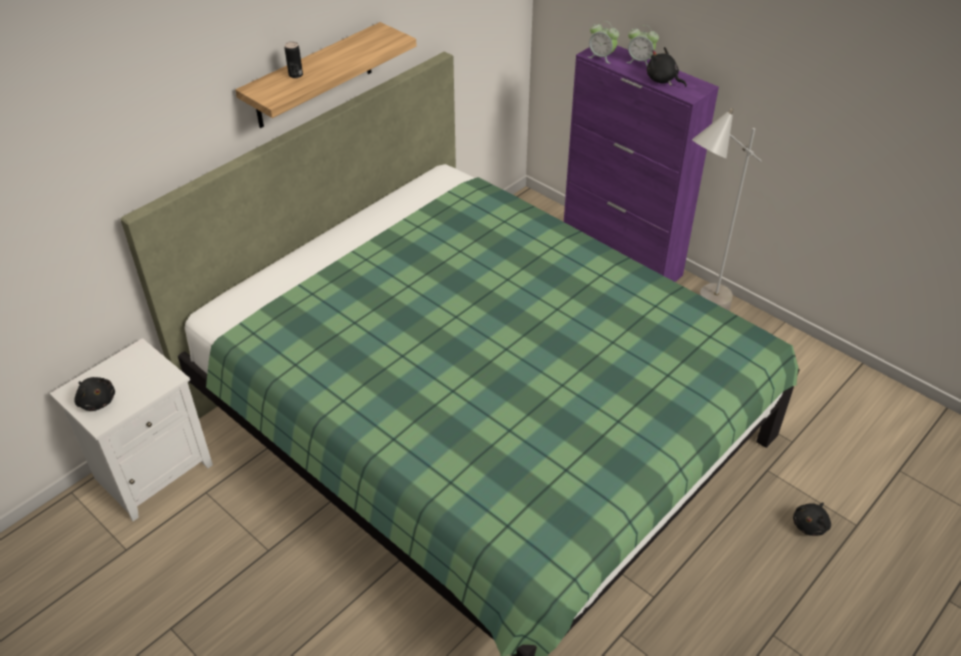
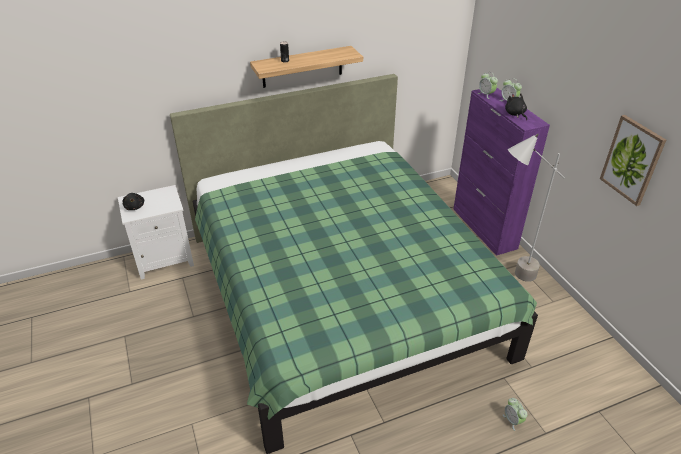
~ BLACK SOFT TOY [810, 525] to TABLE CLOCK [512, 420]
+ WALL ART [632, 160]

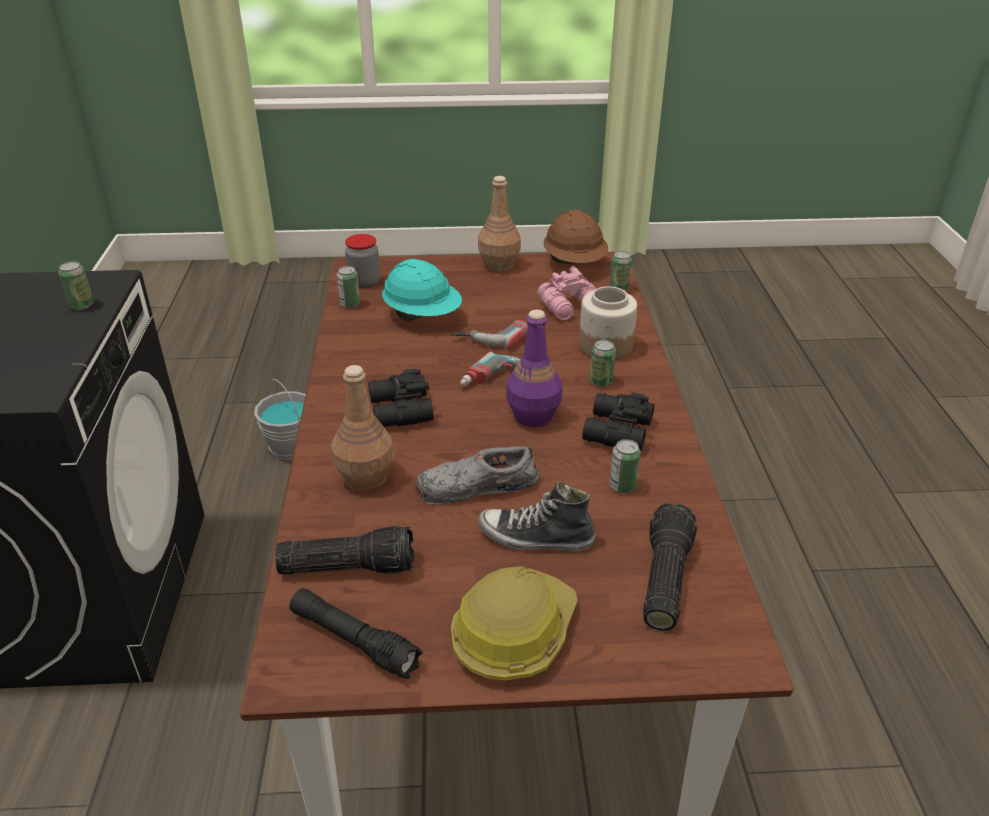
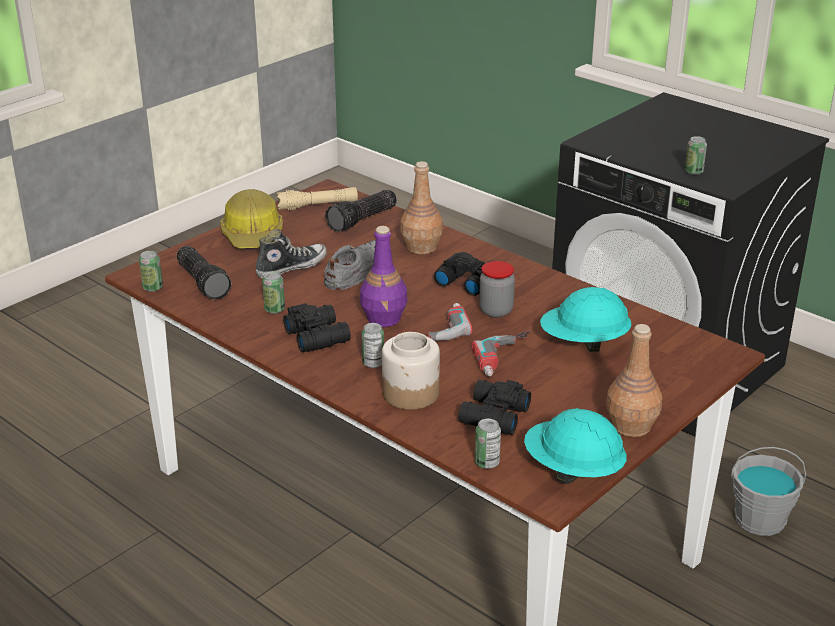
~ METAL CAN [350, 304] to [152, 288]
~ BLACK FLASHLIGHT [354, 641] to SAND-COLOURED FLASHLIGHT [318, 206]
~ PINK-COLOURED PAIR OF BINOCULARS [572, 307] to BLACK PAIR OF BINOCULARS [492, 416]
~ STORAGE JAR [364, 282] to [496, 311]
~ BROWN HARD HAT [575, 264] to BLUE-GREEN HARD HAT [572, 470]

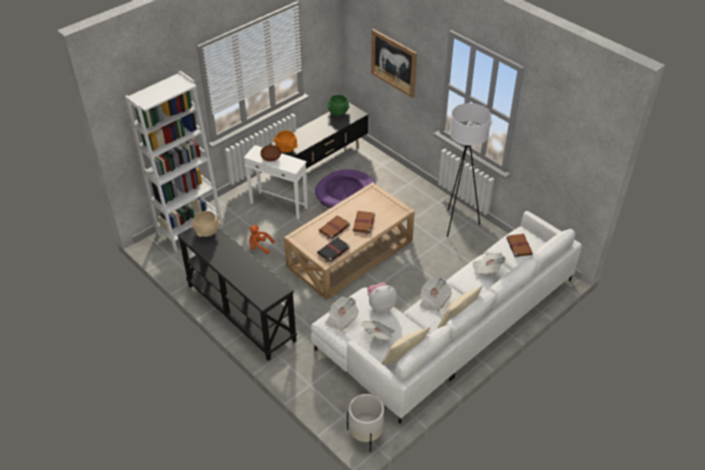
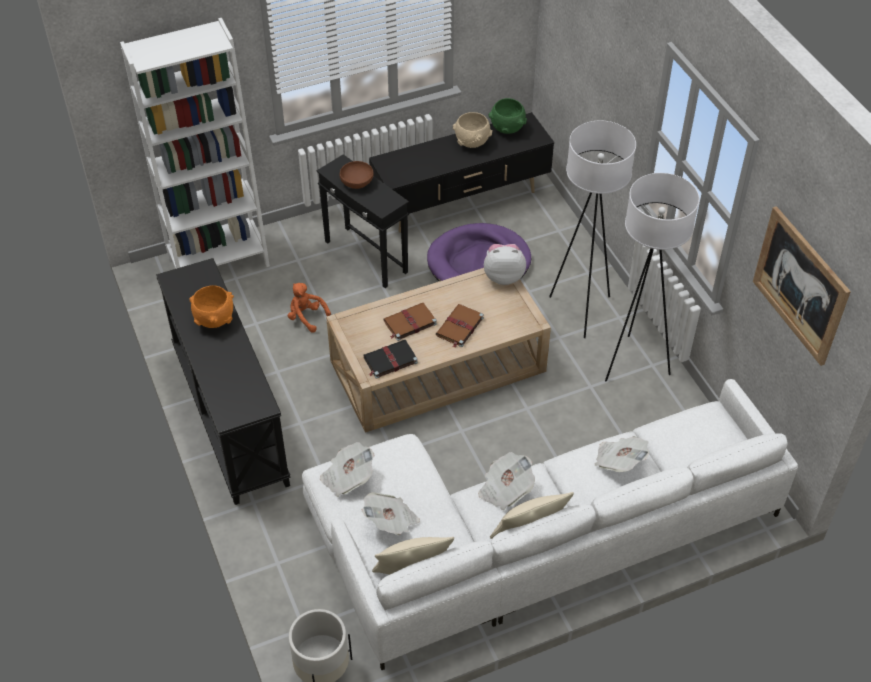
~ ORANGE SERVING BOWL [286, 149] to [214, 319]
~ WHITISH ACCENT TABLE [278, 205] to BLACK ACCENT TABLE [366, 257]
~ SAND-COLOURED SERVING BOWL [207, 232] to [472, 142]
~ SOFT TOY [381, 305] to [503, 276]
+ WHITISH STANDARD LAMP [581, 311]
~ WALL ART [393, 63] to [800, 285]
- BROWN BOUND BOOK [518, 246]

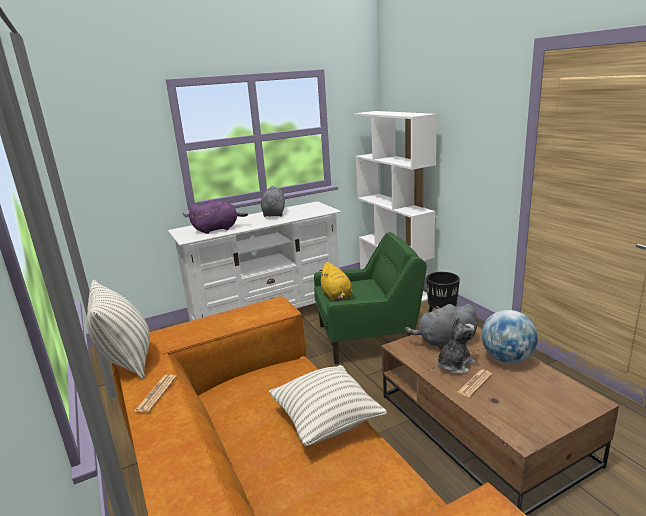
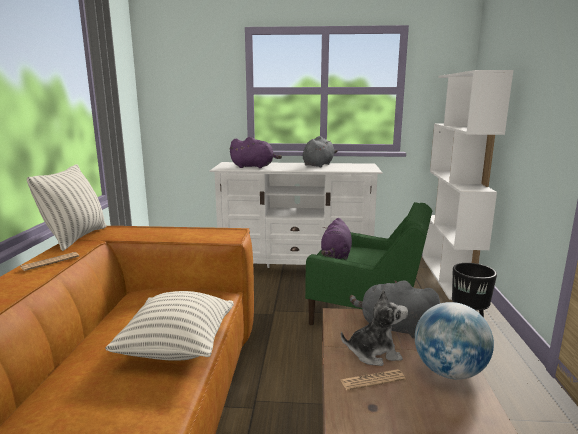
~ YELLOWISH SOFT TOY [337, 296] to PURPLE SOFT TOY [336, 255]

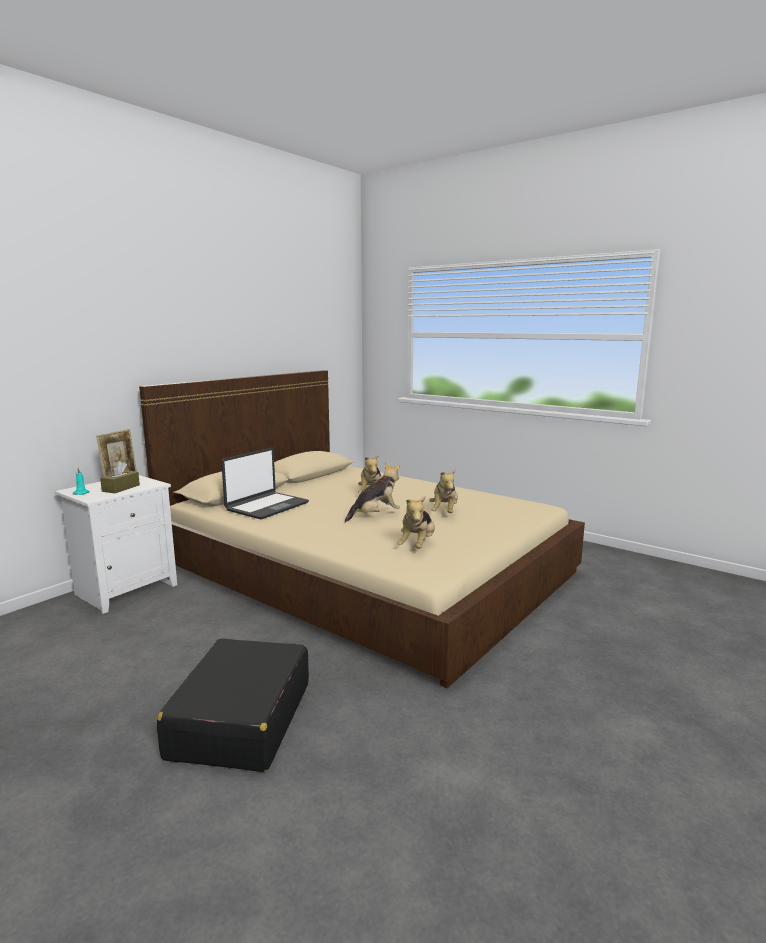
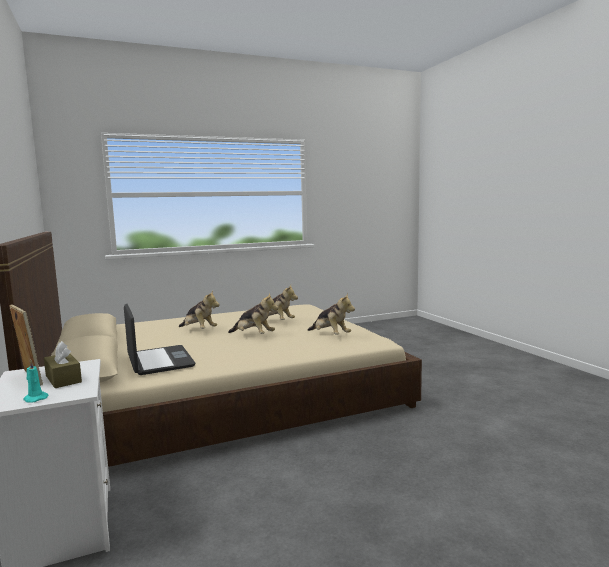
~ SOFT TOY [375, 515] = [253, 335] 120 degrees clockwise
- BLACK TRAVEL CASE [241, 720]

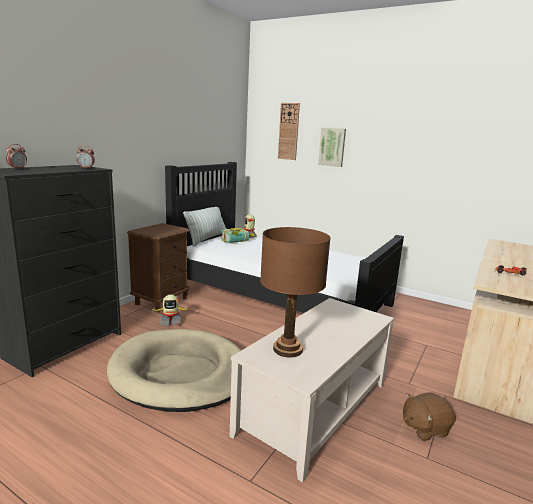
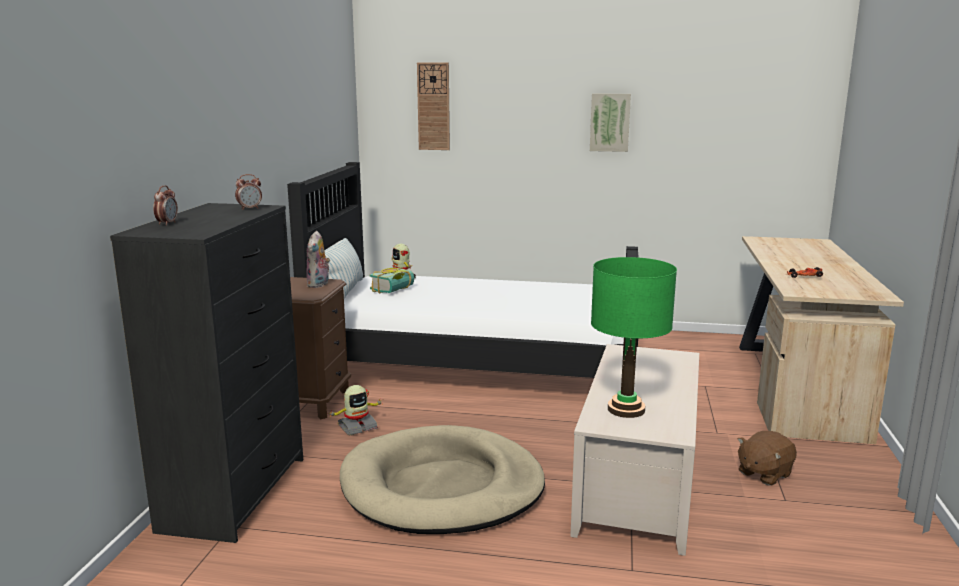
+ SOFT TOY [319, 284]
~ WALL ART [332, 147] to [610, 122]
~ BROWN LAMP FOR A TABLE [288, 349] to GREEN LAMP FOR A TABLE [626, 409]

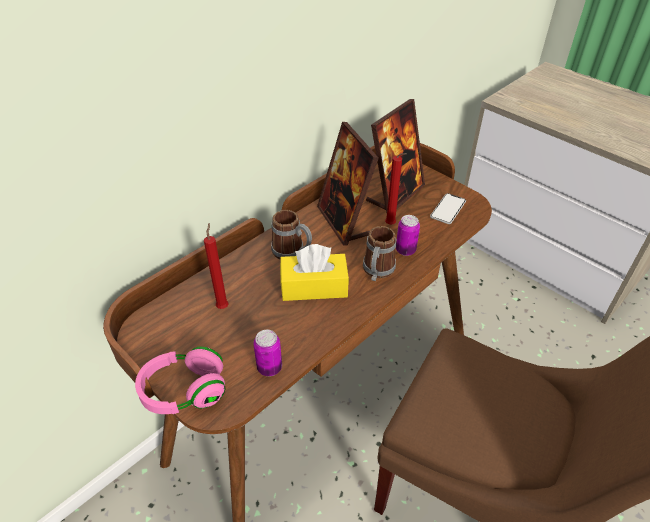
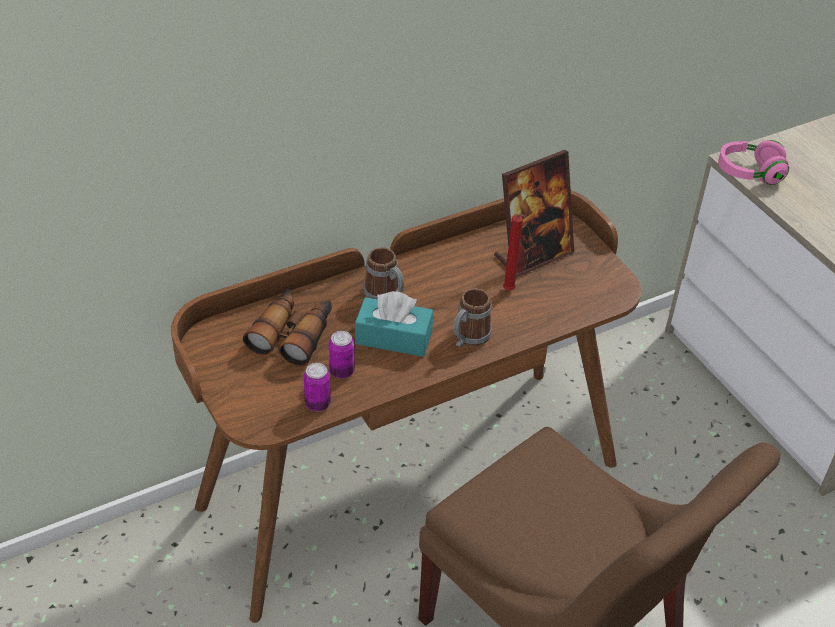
~ RED-COLOURED WAX LIGHT [223, 306] to PAIR OF BINOCULARS [293, 334]
~ METAL CAN [405, 250] to [342, 371]
~ YELLOWISH BOX OF TISSUES [314, 286] to BLUE-GREEN BOX OF TISSUES [393, 337]
~ PINK-COLOURED HEADPHONES [184, 391] to [749, 173]
- STANDING FRAME [344, 222]
- TELEPHONE [448, 209]

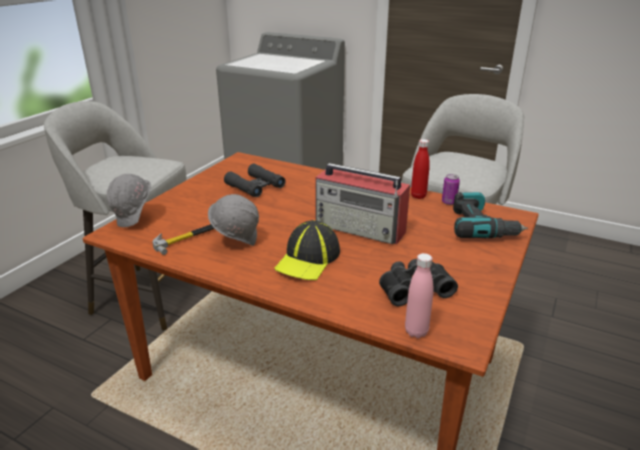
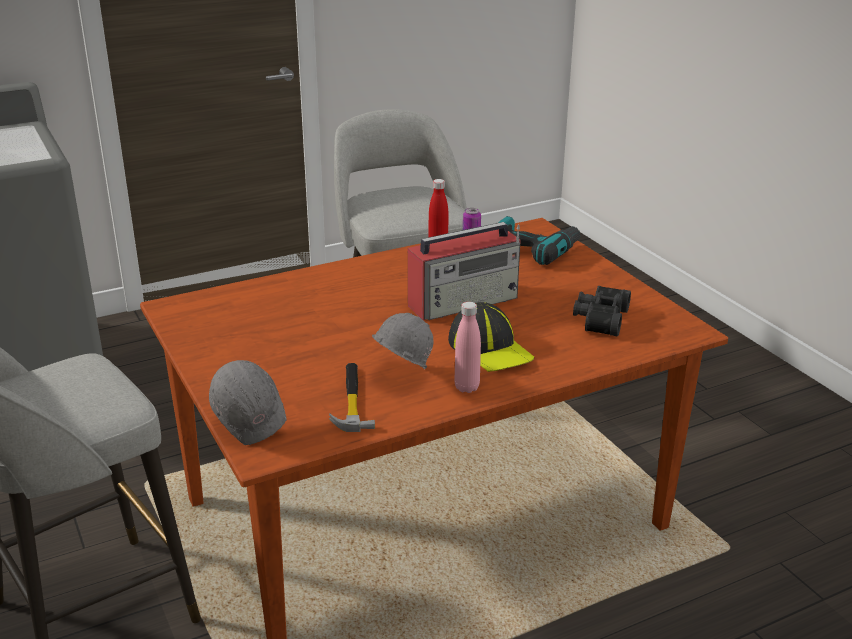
~ PINK-COLOURED BEVERAGE BOTTLE [416, 331] to [466, 387]
- BLACK PAIR OF BINOCULARS [255, 186]

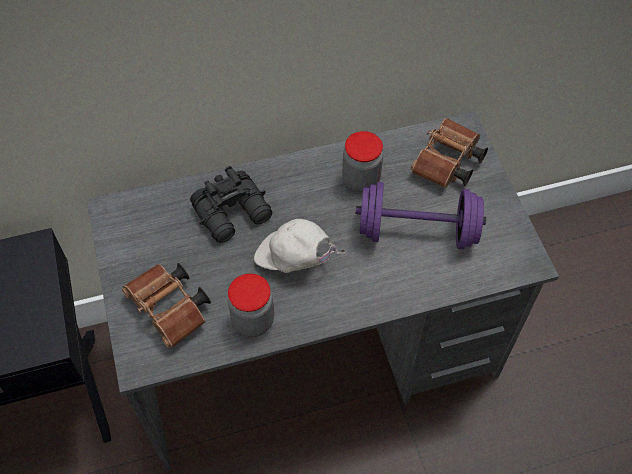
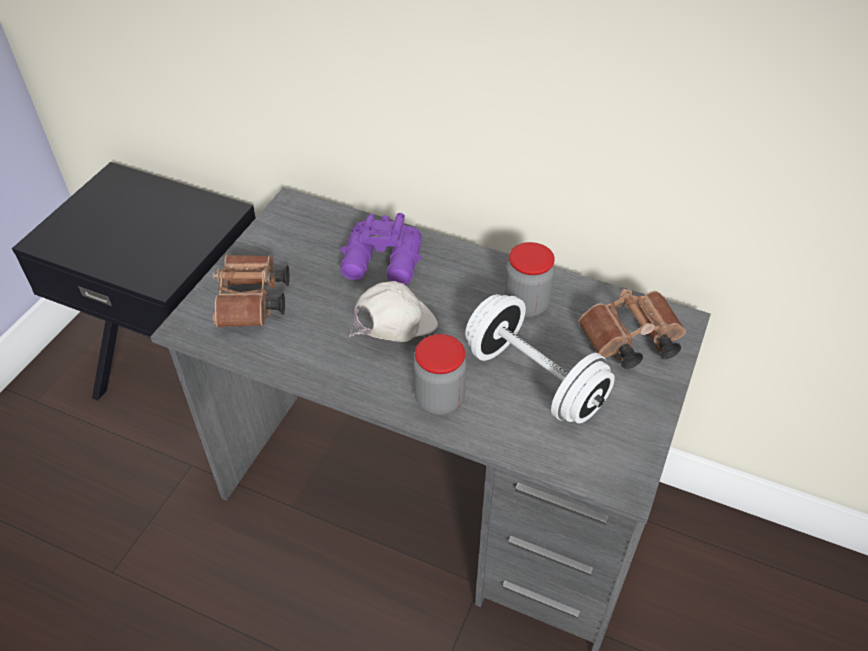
~ BLACK PAIR OF BINOCULARS [234, 213] to PURPLE PAIR OF BINOCULARS [383, 264]
~ WHITISH BASEBALL CAP [294, 260] = [393, 330] 75 degrees clockwise
~ STORAGE JAR [253, 320] to [439, 399]
~ PURPLE DUMBBELL [417, 231] to WHITISH DUMBBELL [534, 380]

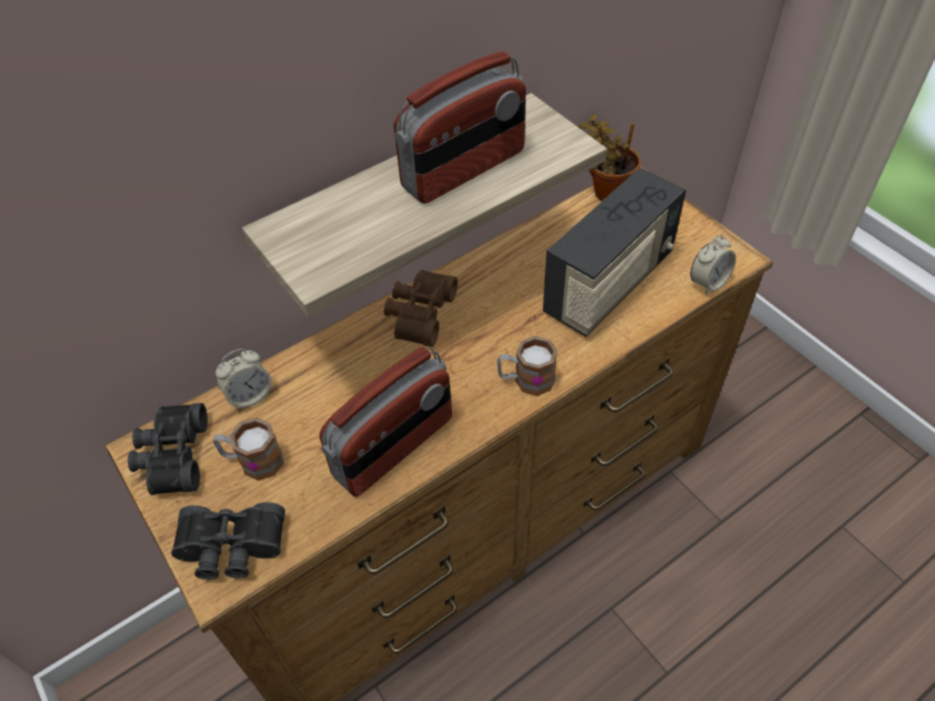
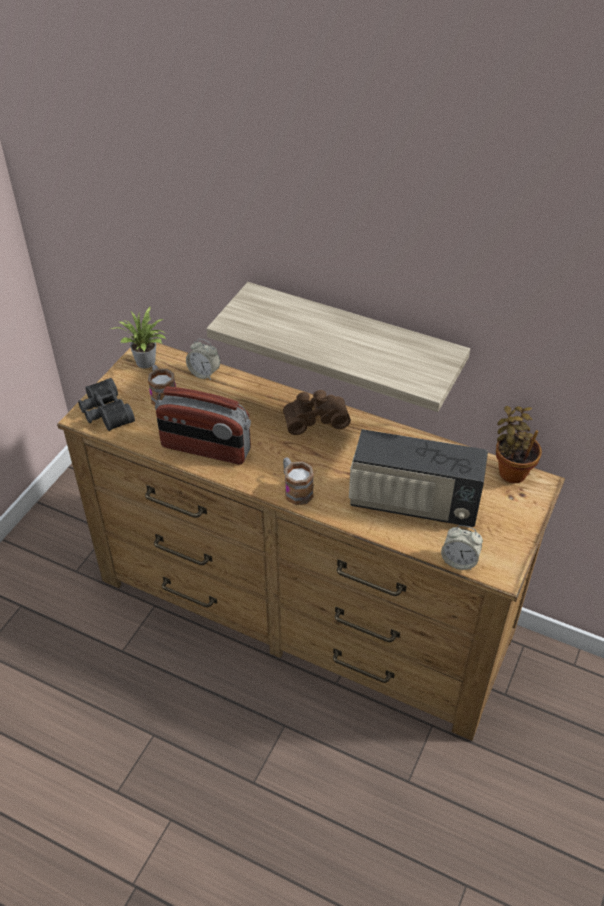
~ BLACK PAIR OF BINOCULARS [171, 456] to PLANT IN A POT [147, 363]
- RADIO RECEIVER [464, 170]

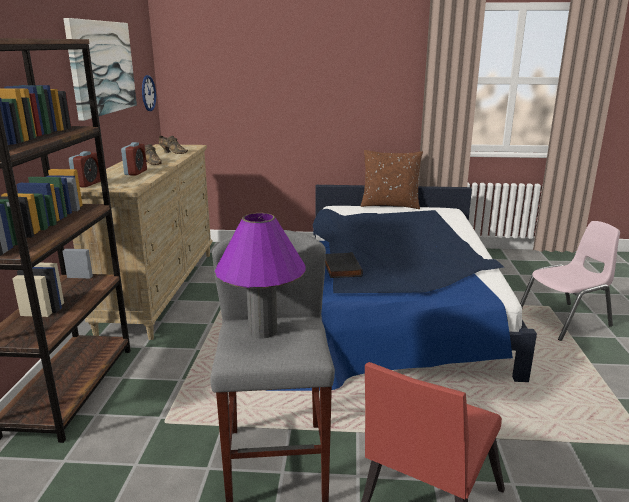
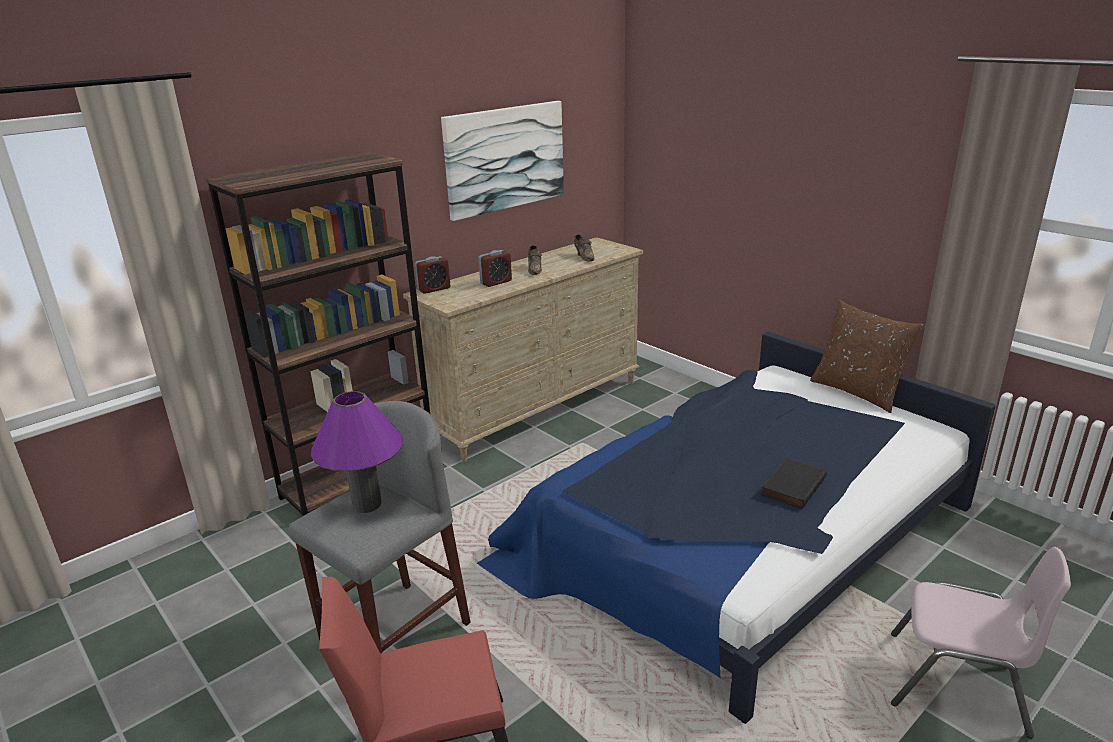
~ BLACK BOUND BOOK [340, 268] to [792, 486]
- HANGING CLOCK [148, 93]

